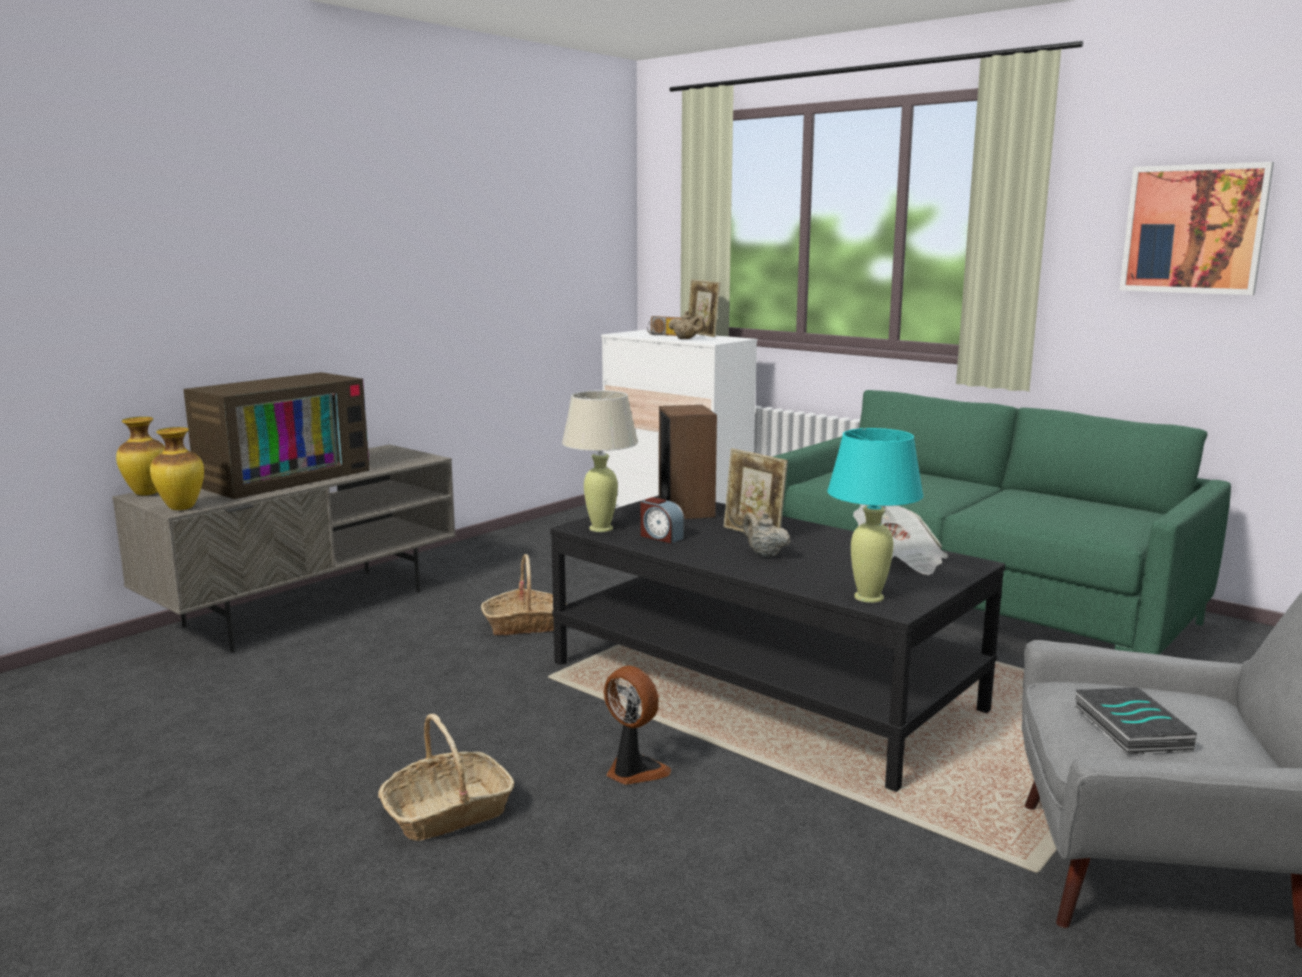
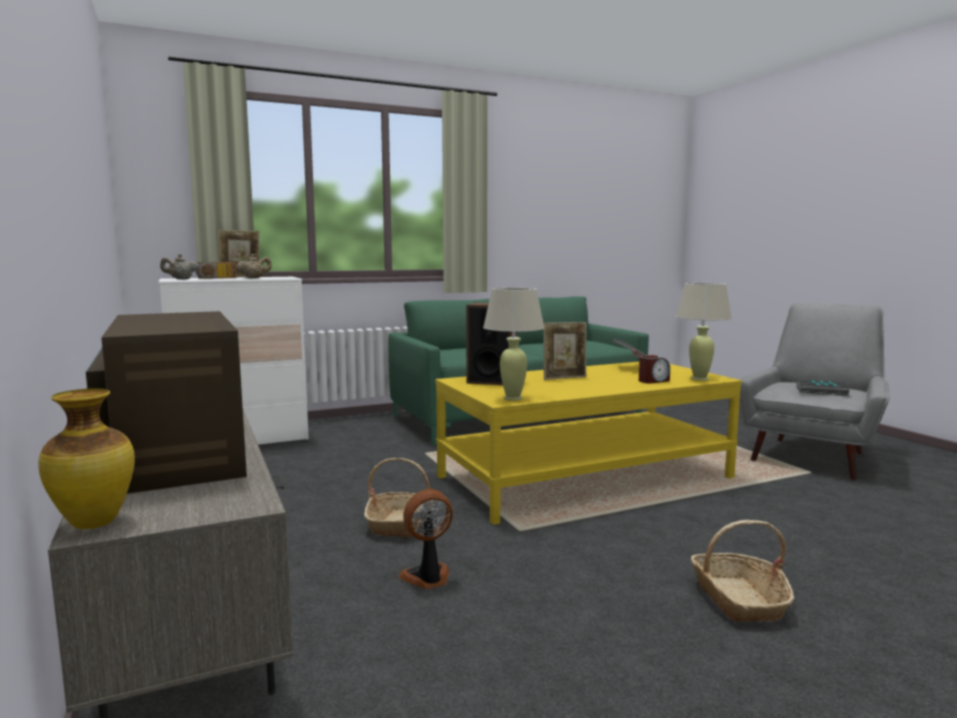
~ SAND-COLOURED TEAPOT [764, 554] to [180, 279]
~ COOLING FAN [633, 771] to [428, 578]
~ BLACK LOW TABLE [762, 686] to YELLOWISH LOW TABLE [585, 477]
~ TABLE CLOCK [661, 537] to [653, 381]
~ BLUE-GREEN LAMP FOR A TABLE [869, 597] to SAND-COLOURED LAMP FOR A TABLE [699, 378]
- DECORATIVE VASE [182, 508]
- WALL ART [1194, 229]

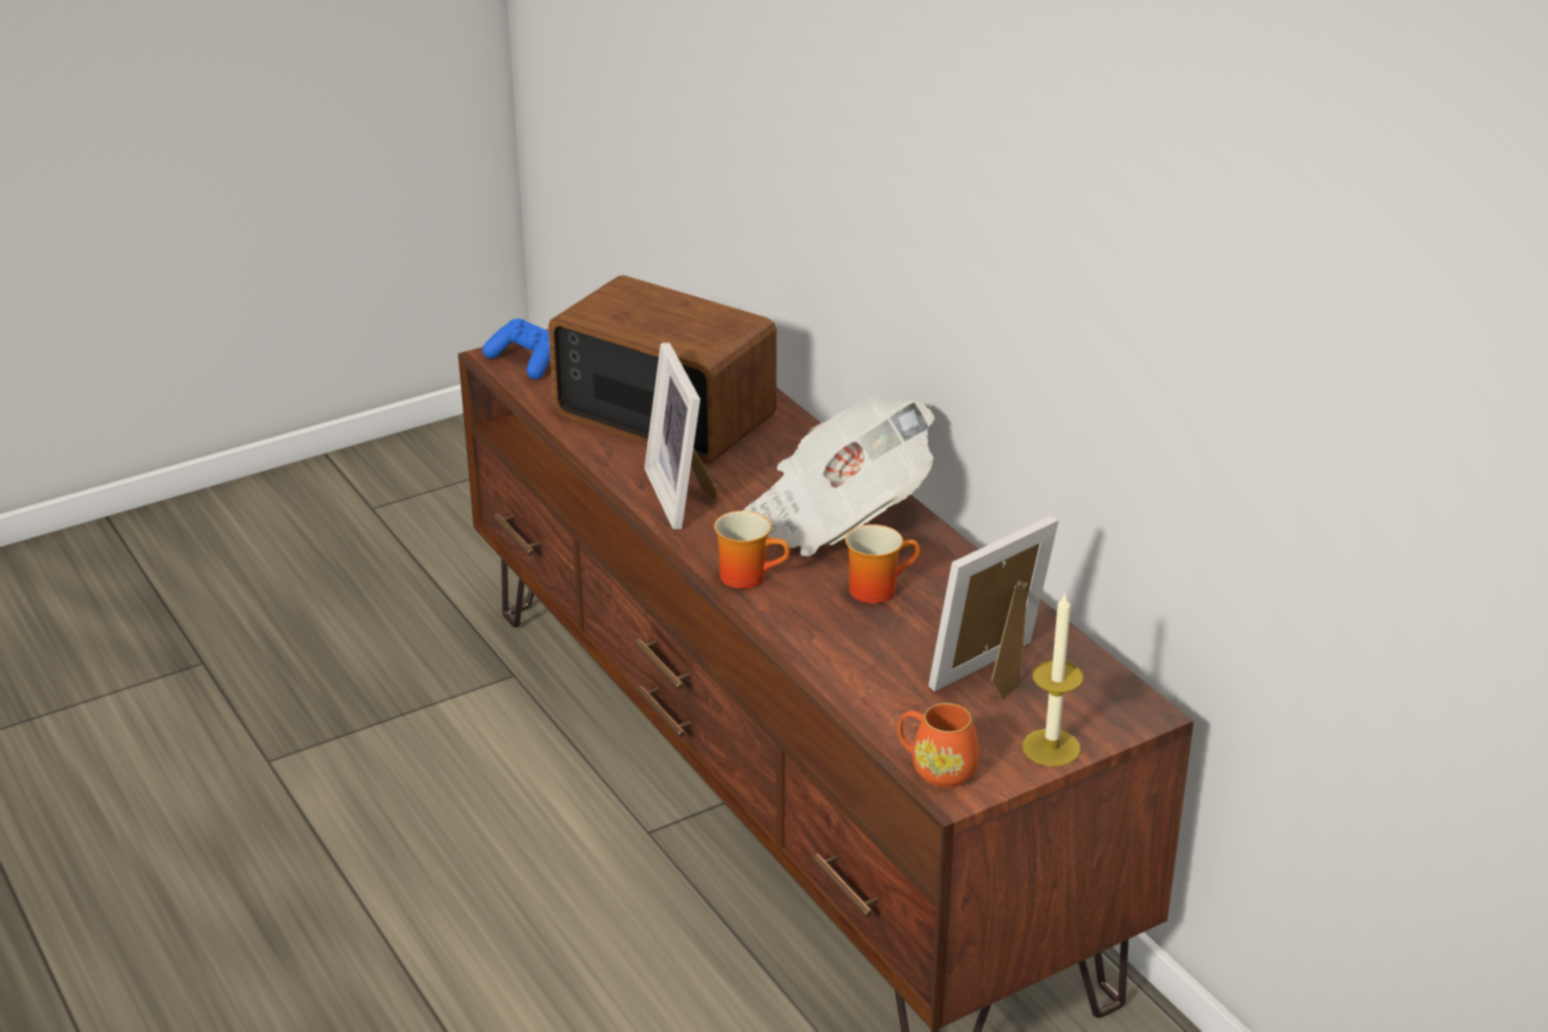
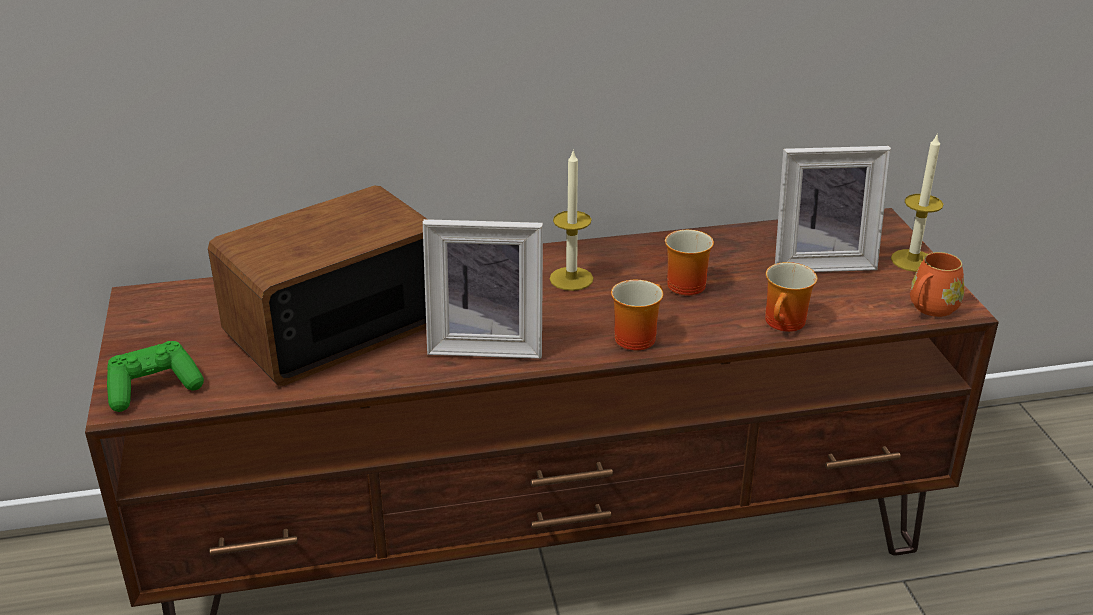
~ BLUE GAME CONTROLLER [526, 361] to GREEN GAME CONTROLLER [153, 388]
~ NEWSPAPER [836, 518] to WAX LIGHT [571, 279]
+ TEA MUG [787, 324]
~ STANDING FRAME [997, 676] = [820, 261] 75 degrees counterclockwise

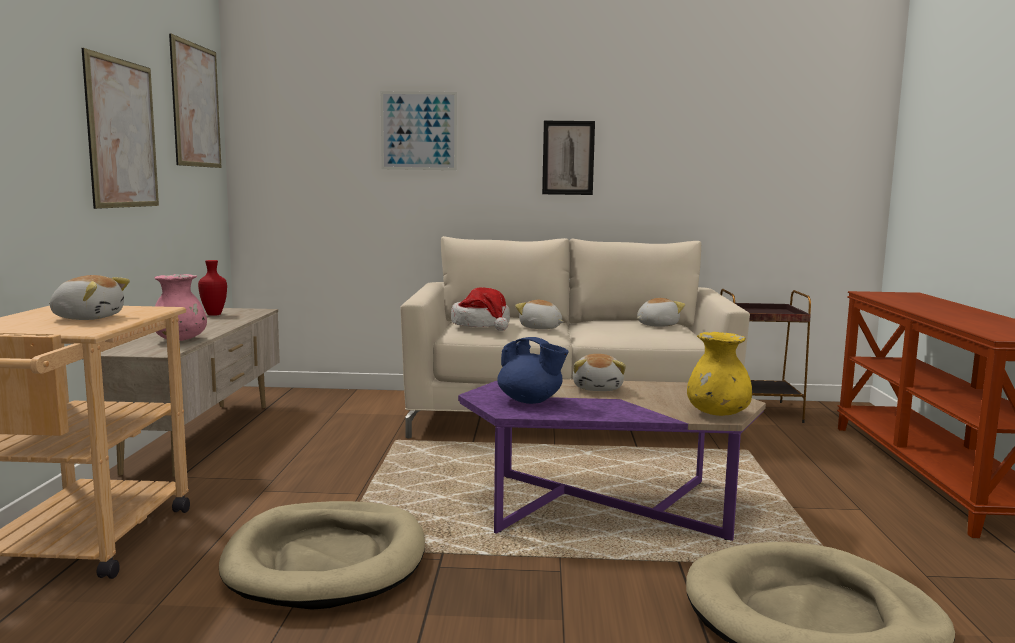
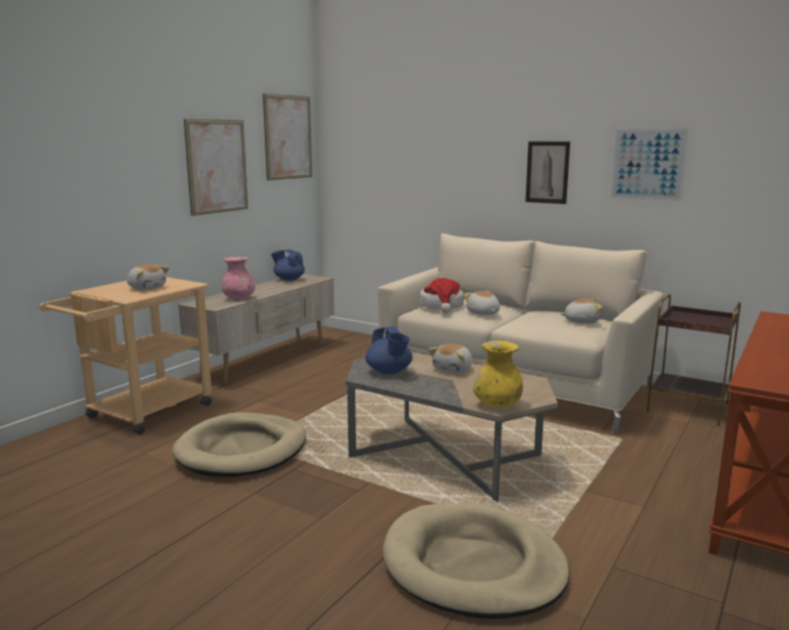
~ RED-COLOURED DECORATIVE VASE [213, 314] to BLUE TEAPOT [288, 279]
~ PURPLE LOW TABLE [606, 506] to GREY LOW TABLE [445, 457]
~ WALL ART [418, 131] to [648, 164]

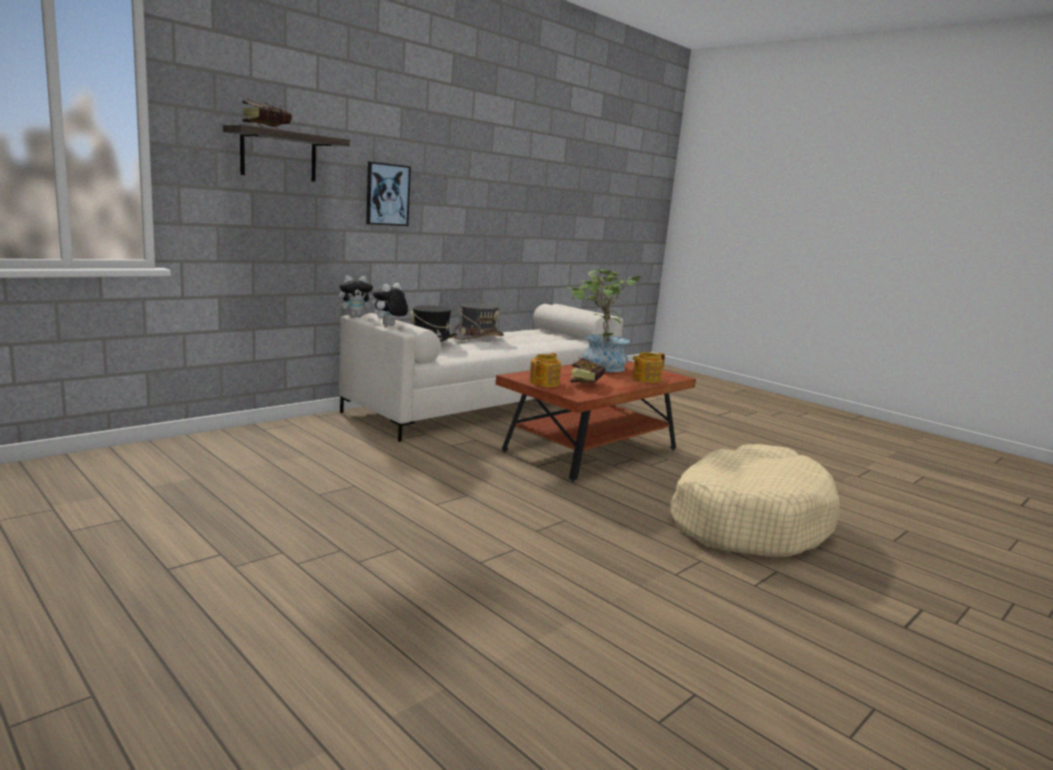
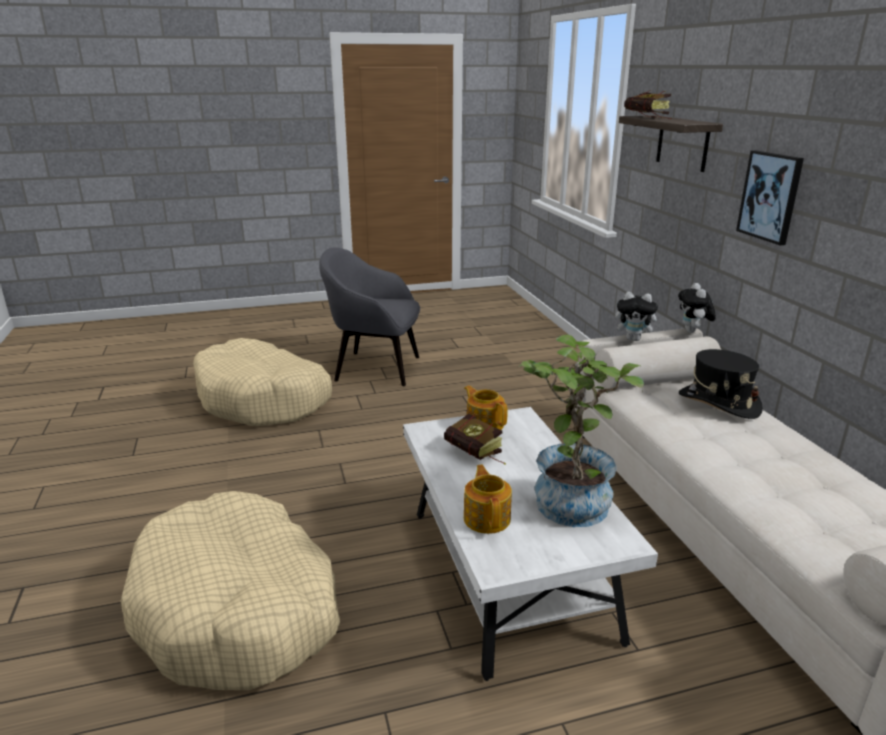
+ SAND-COLOURED DOG CUSHION [263, 399]
+ GREY LOUNGE CHAIR [375, 368]
~ BROWN LOW TABLE [591, 451] to WHITISH LOW TABLE [508, 573]
~ SOFT TOY [389, 326] = [634, 339] 135 degrees clockwise
- GREY WEARABLE HAT [477, 337]

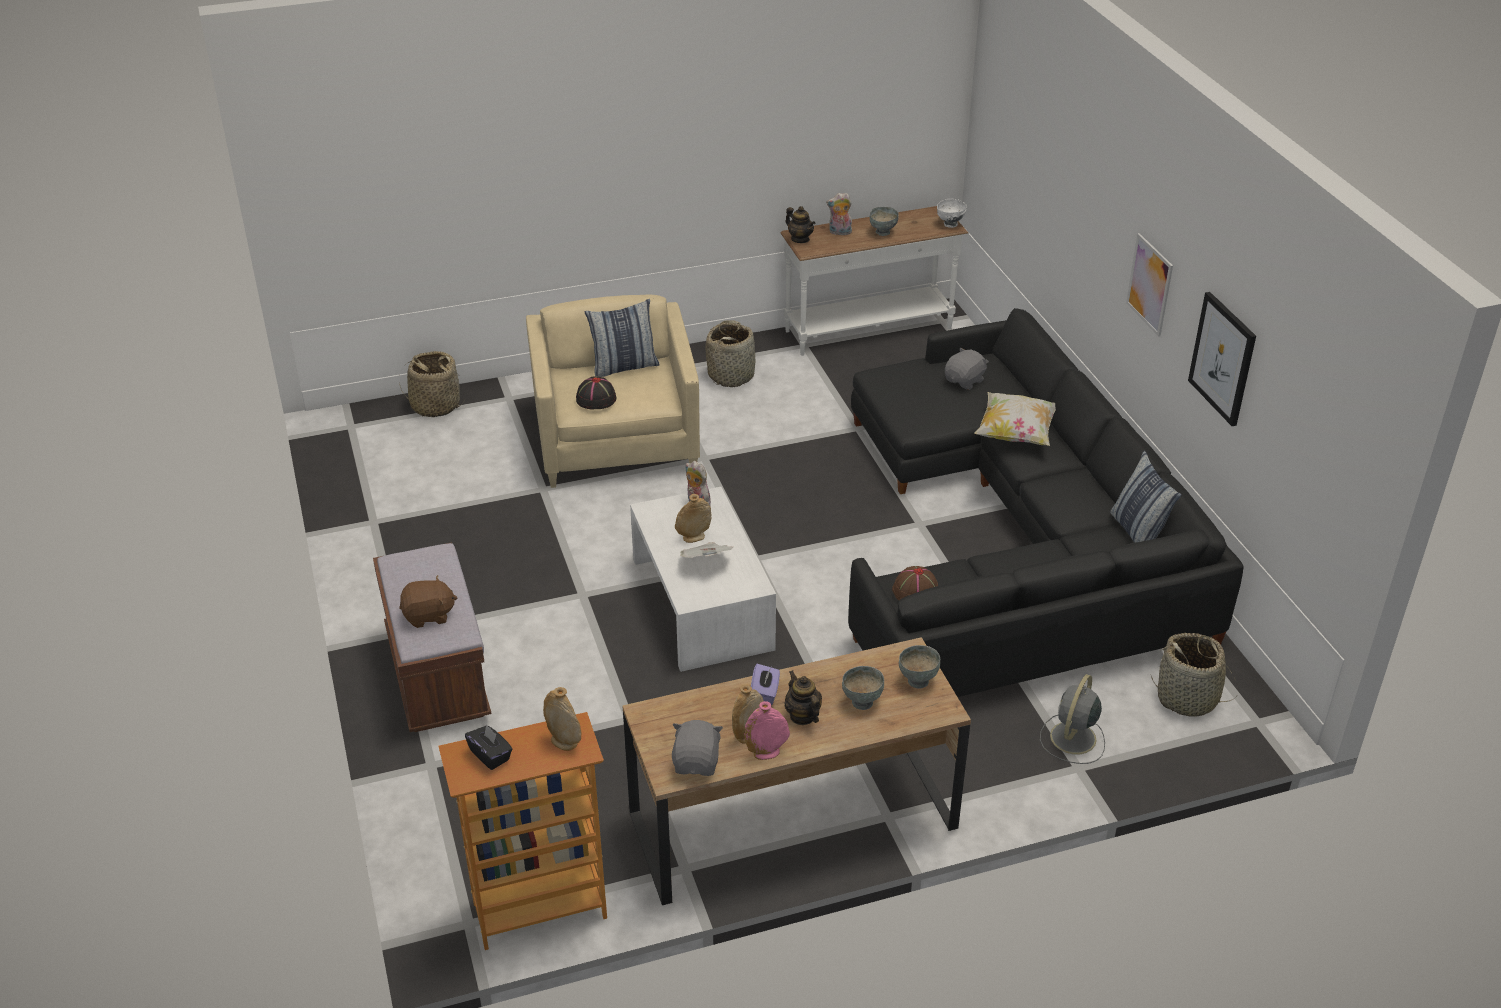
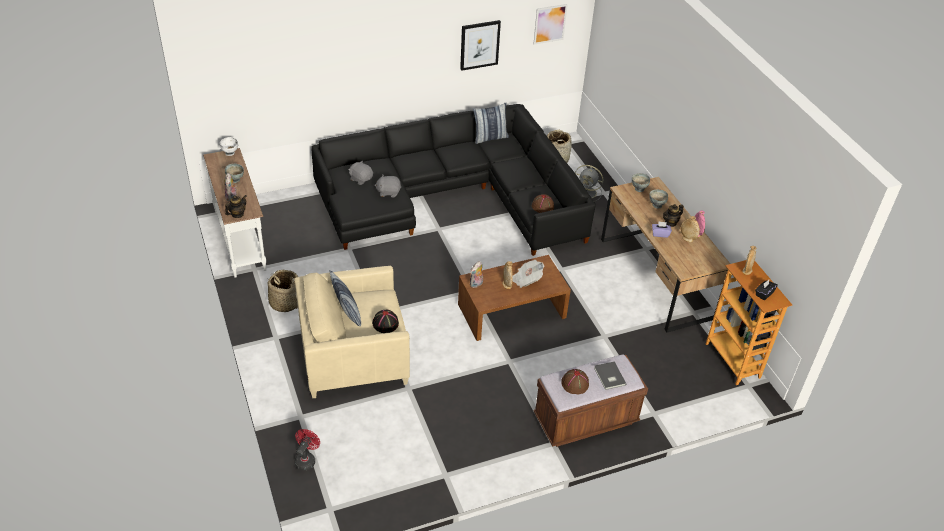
~ STORAGE BASKET [435, 406] to RED-COLOURED COOLING FAN [306, 459]
~ GREY SOFT TOY [697, 762] to [388, 192]
~ WHITISH LOW TABLE [703, 603] to BROWN LOW TABLE [511, 310]
~ WALL ART [1149, 284] to [550, 24]
+ BROWN WEARABLE HAT [575, 384]
~ BROWN SOFT TOY [429, 615] to GREY BOUND BOOK [609, 377]
- THROW PILLOW [1015, 434]

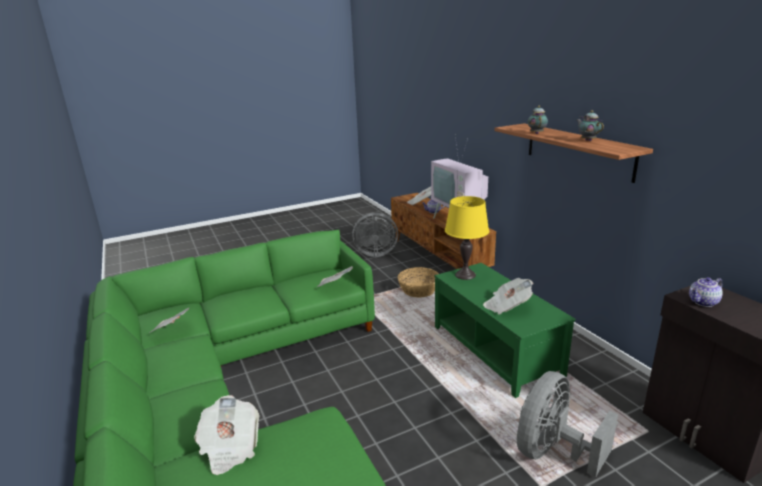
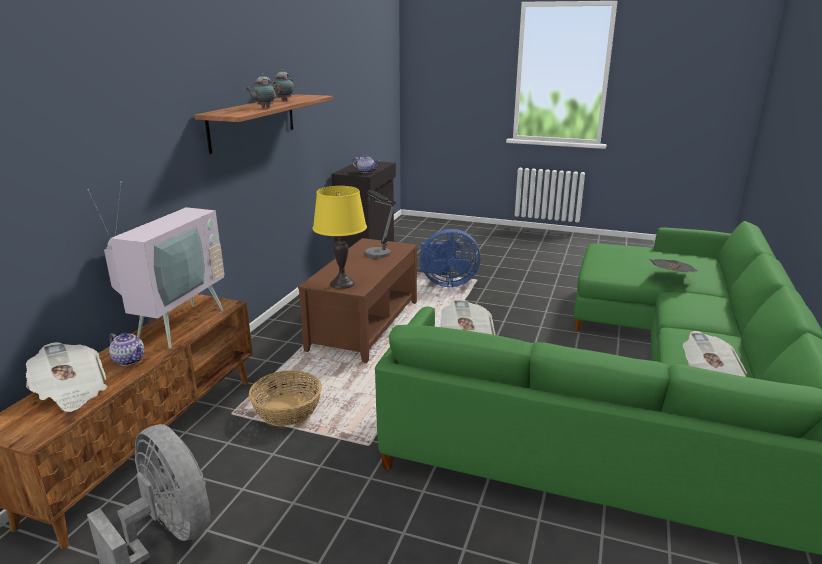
~ GREEN LOW TABLE [494, 350] to BROWN LOW TABLE [365, 325]
~ NEWSPAPER [507, 306] to LAMP FOR A TABLE [379, 256]
~ GREY COOLING FAN [552, 451] to BLUE COOLING FAN [446, 283]

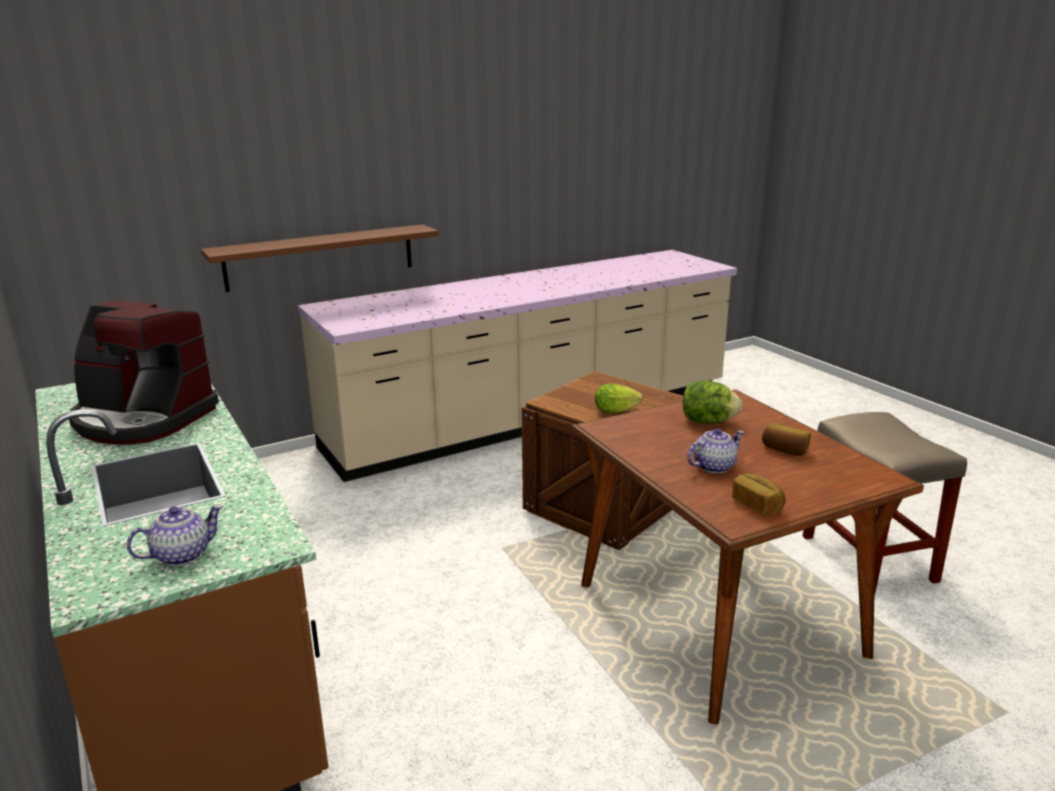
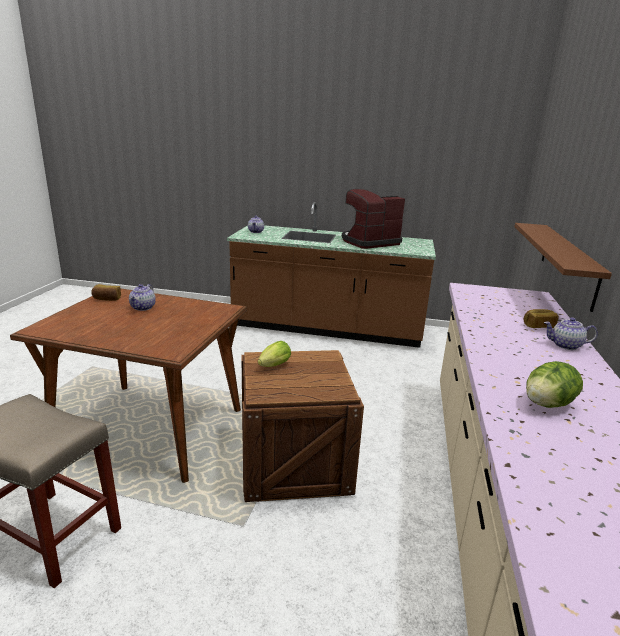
~ BAKERY BREAD [784, 450] to [538, 326]
~ LETTUCE [708, 421] to [547, 404]
+ TEAPOT [565, 345]

